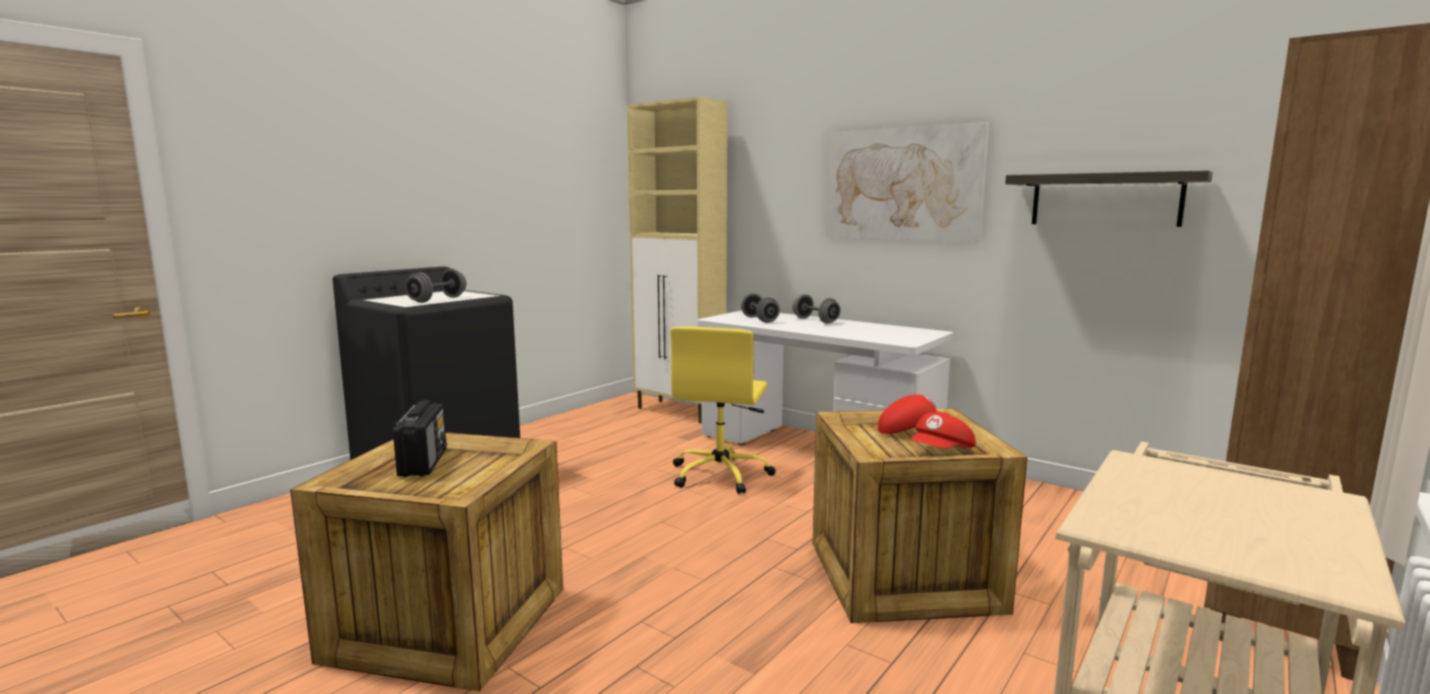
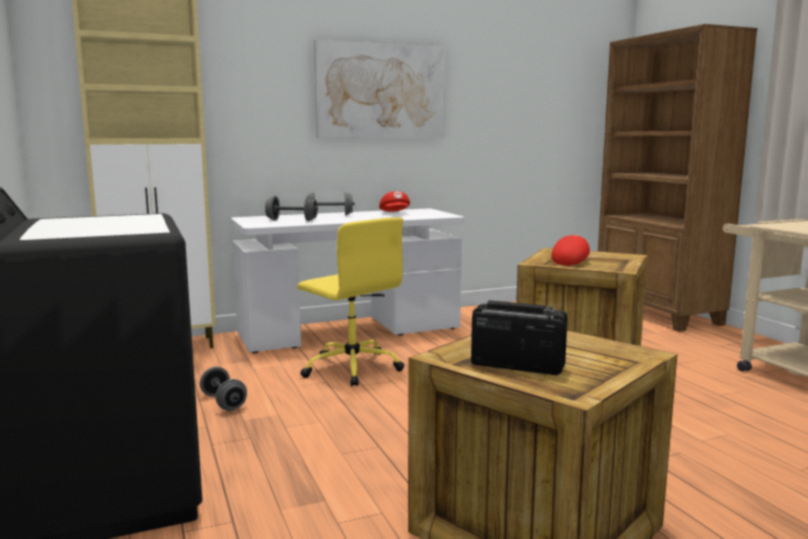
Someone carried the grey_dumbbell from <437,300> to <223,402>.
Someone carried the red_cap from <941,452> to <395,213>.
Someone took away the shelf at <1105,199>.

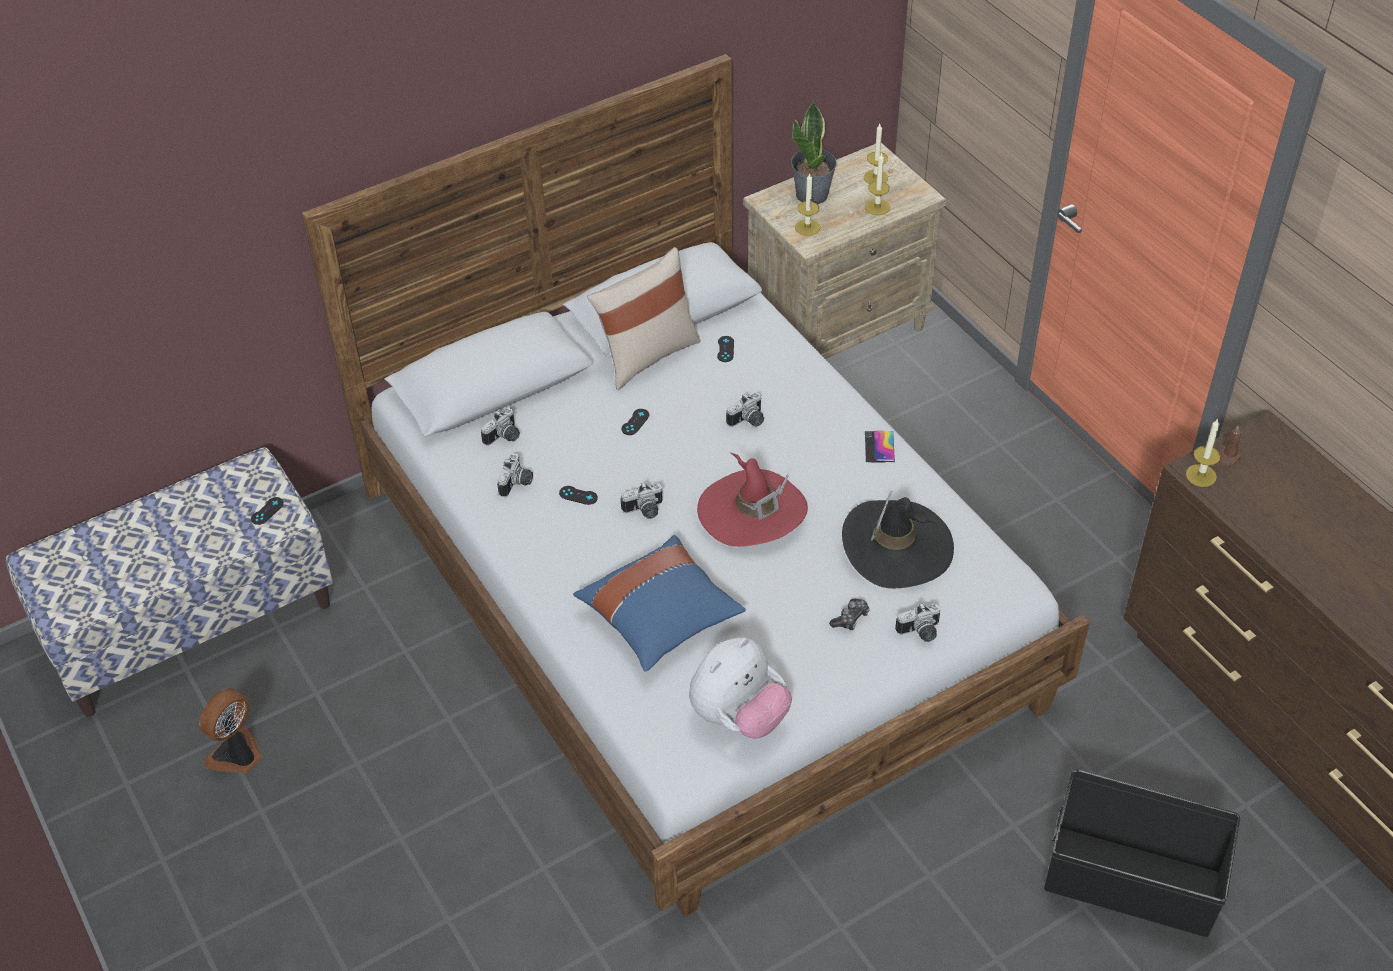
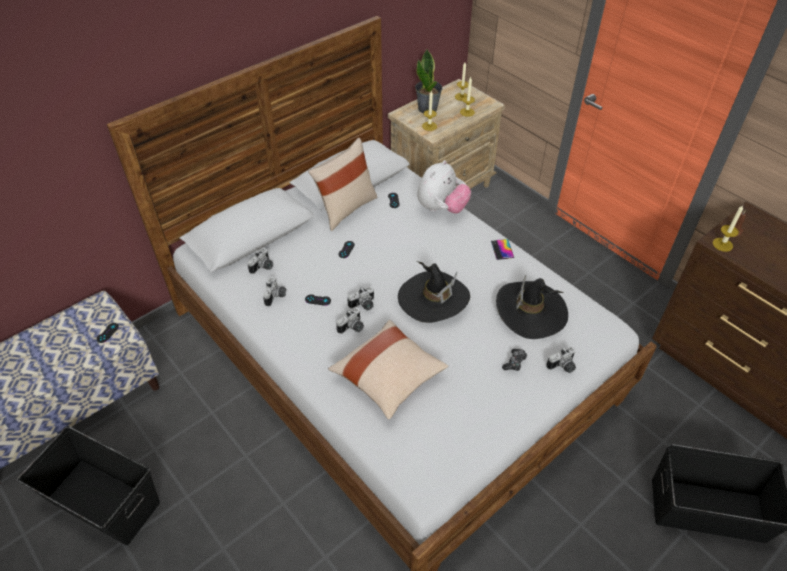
Someone swapped the fan at <238,755> for the black_storage_box at <103,502>.
Someone repainted the blue_pillow at <660,618>, which became the beige_pillow at <388,377>.
Someone carried the plush_toy from <739,716> to <442,208>.
Someone repainted the red_hat at <752,512>, which became the black_hat at <433,299>.
Someone carried the photo_camera from <748,421> to <352,328>.

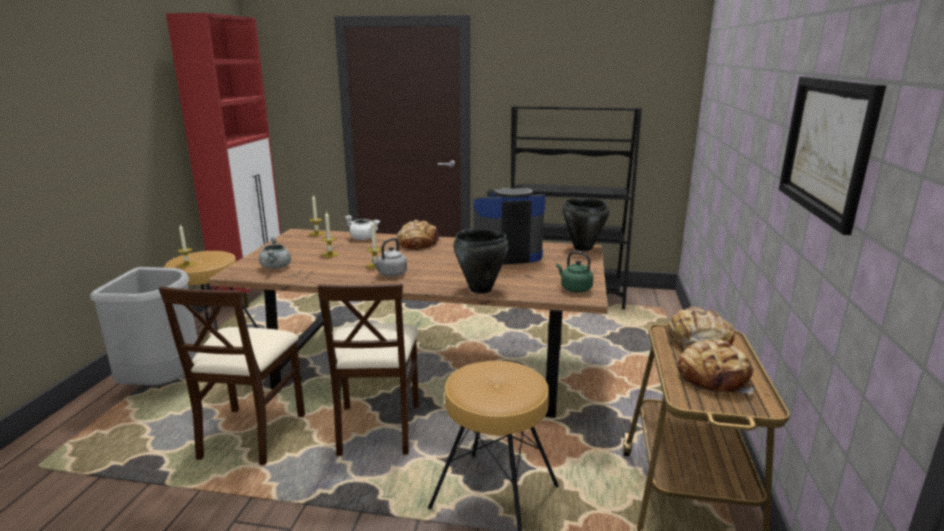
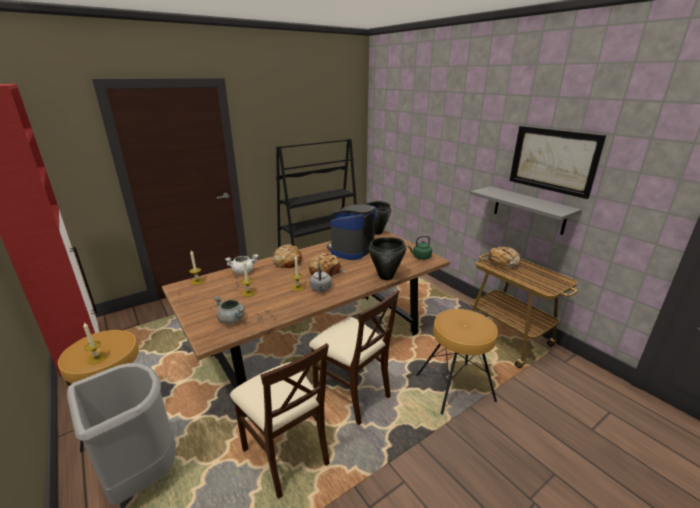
Someone carried the bread from <714,377> to <325,271>.
Someone put up the grey_shelf at <529,210>.

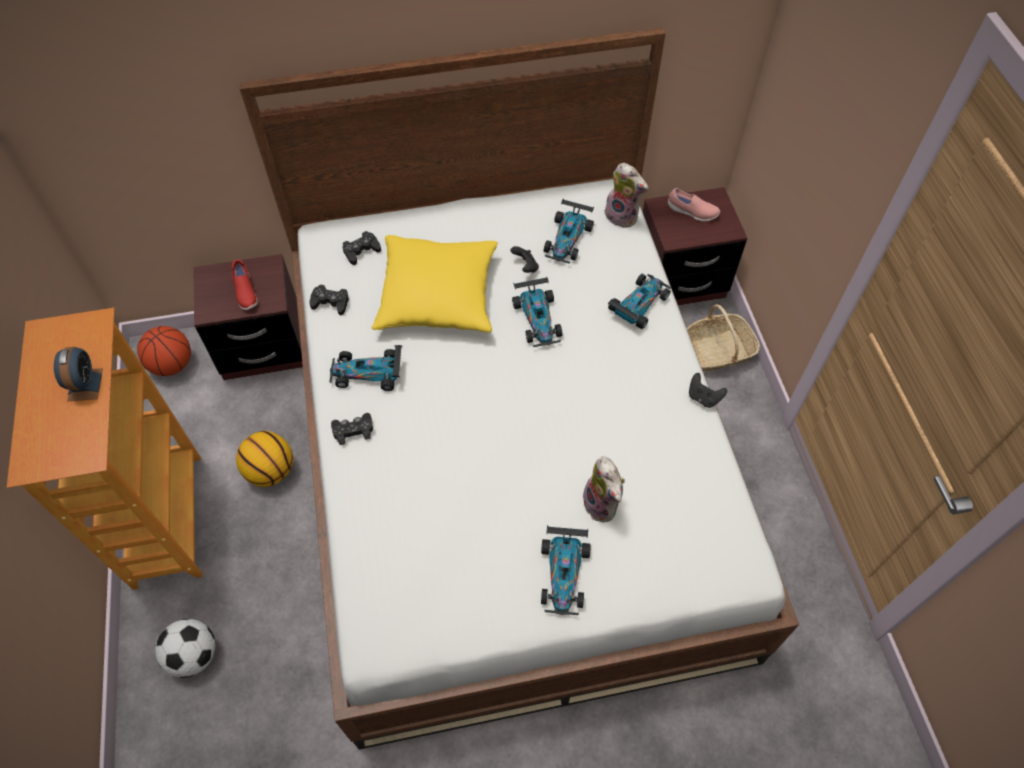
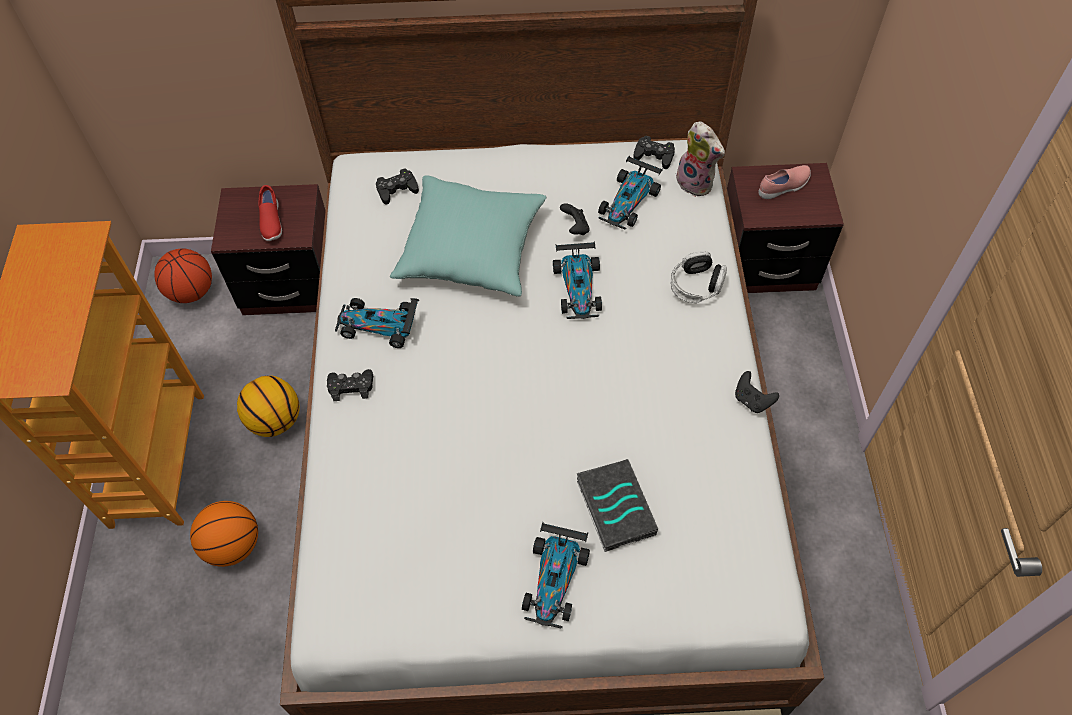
Someone took away the alarm_clock at <85,384>.
Someone took away the football at <194,655>.
Someone carried the black_game_controller from <330,303> to <654,156>.
Someone repainted the yellow_pillow at <438,296>, which became the turquoise_pillow at <471,249>.
Someone swapped the plush_toy at <603,504> for the book at <614,507>.
Someone swapped the toy_car at <638,304> for the headphones at <696,285>.
Someone rotated the pink_shoe at <692,212> by 60 degrees counterclockwise.
Someone took away the basket at <716,351>.
Someone put down the basketball at <233,545>.

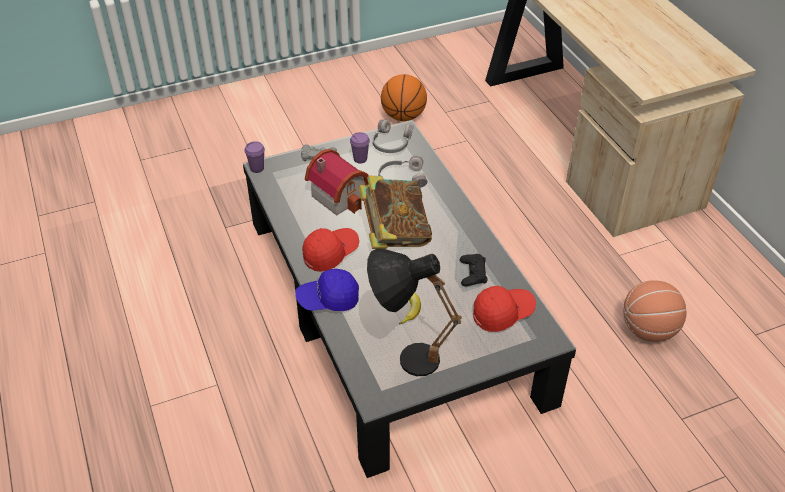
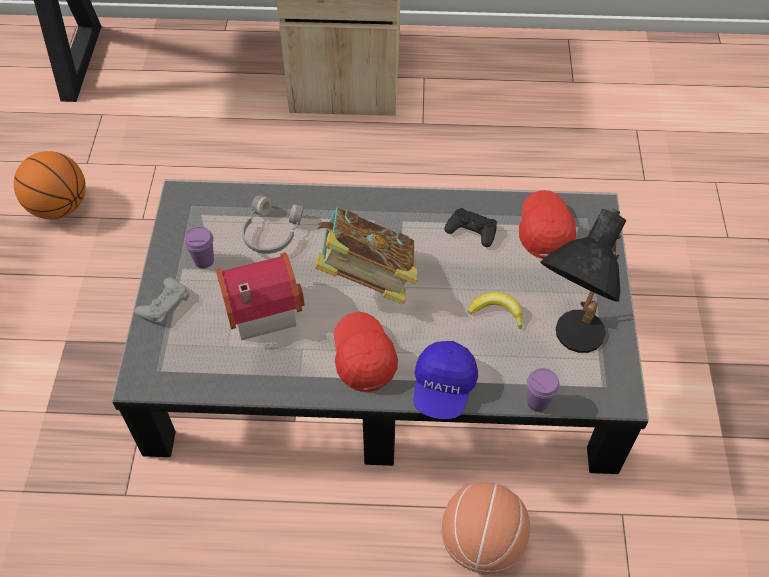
Someone carried the purple_cup from <257,168> to <537,402>.
Someone took away the grey_headphones at <391,143>.
Someone carried the basketball from <648,330> to <481,543>.

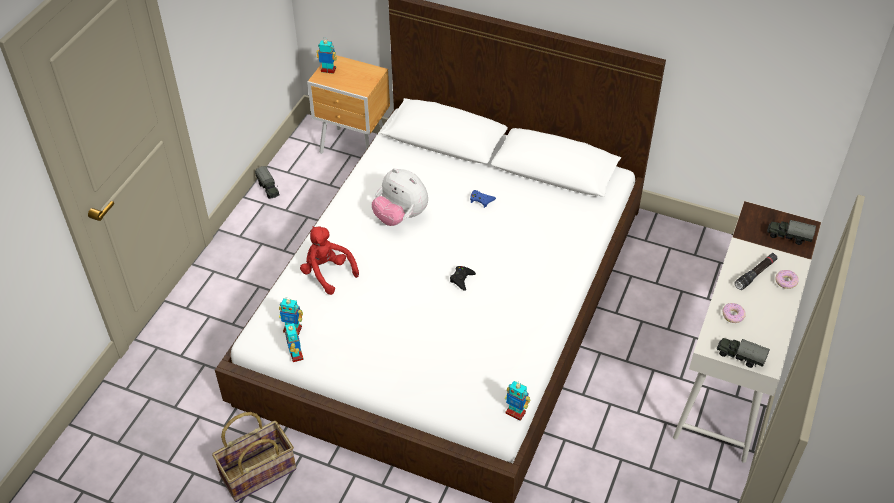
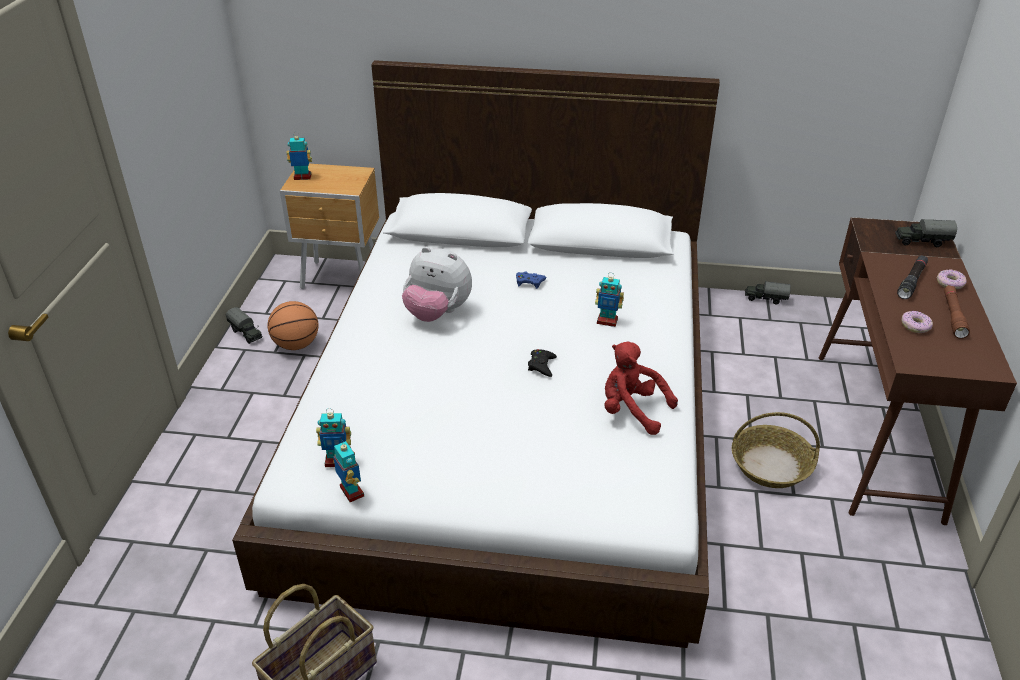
Someone carried the red_plush_toy from <327,273> to <632,410>.
Someone carried the toy_robot from <515,412> to <607,321>.
Someone repainted the white_desk at <731,376>, which became the brown_desk at <876,433>.
Someone carried the toy_truck from <740,357> to <765,299>.
Someone put down the basketball at <296,345>.
Someone put down the basket at <771,465>.
Someone put down the brown_flashlight at <953,316>.

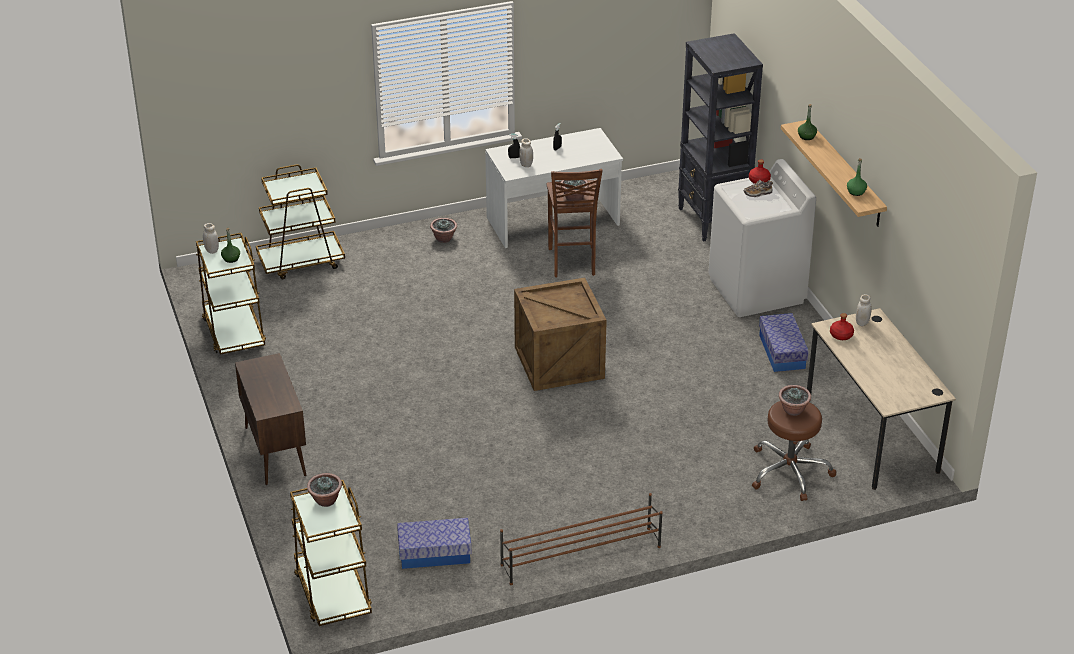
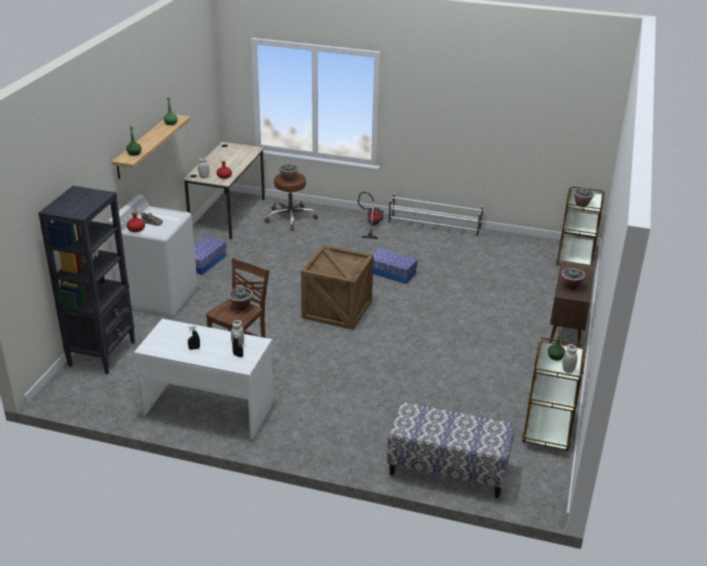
Someone swapped the brown_cart at <301,262> for the bench at <447,470>.
Someone carried the storage_box from <435,553> to <391,273>.
Someone carried the potted_plant from <444,238> to <571,286>.
Someone repainted the brown_shoe_rack at <580,556>, which became the white_shoe_rack at <434,227>.
Someone put down the vacuum_cleaner at <371,225>.

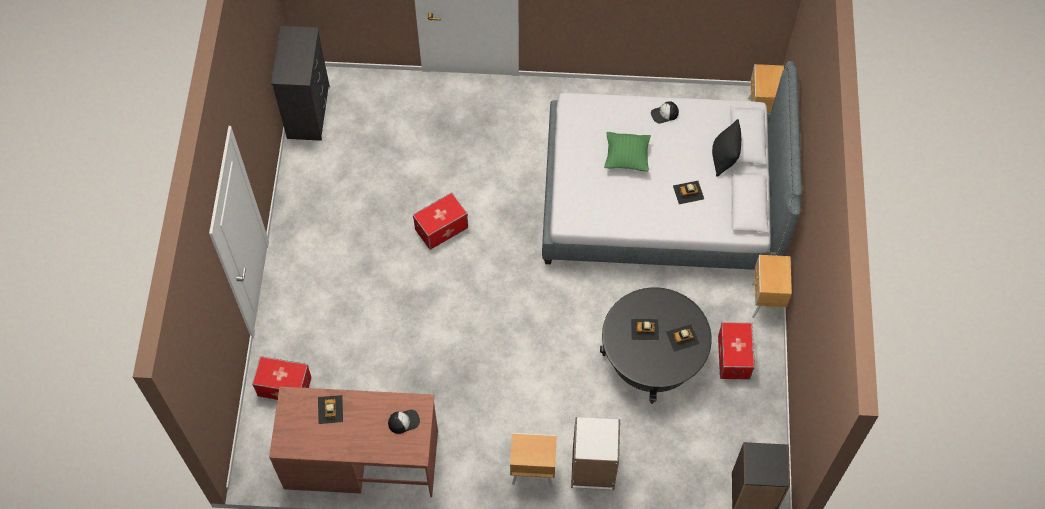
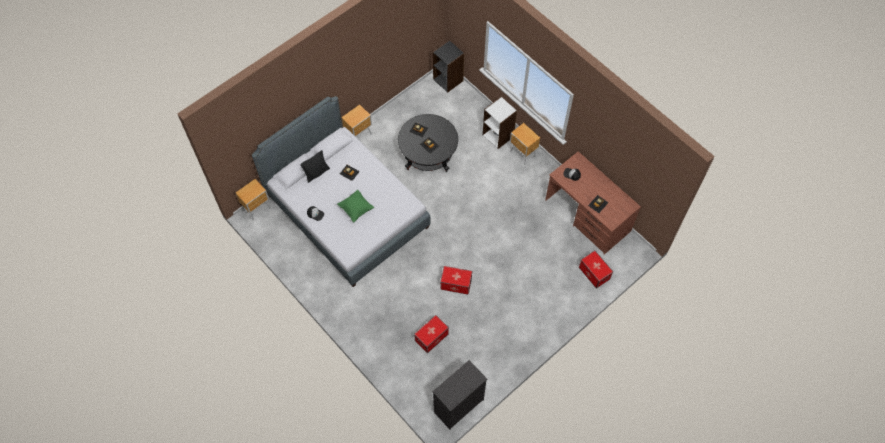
Someone carried the storage_box from <733,357> to <431,337>.

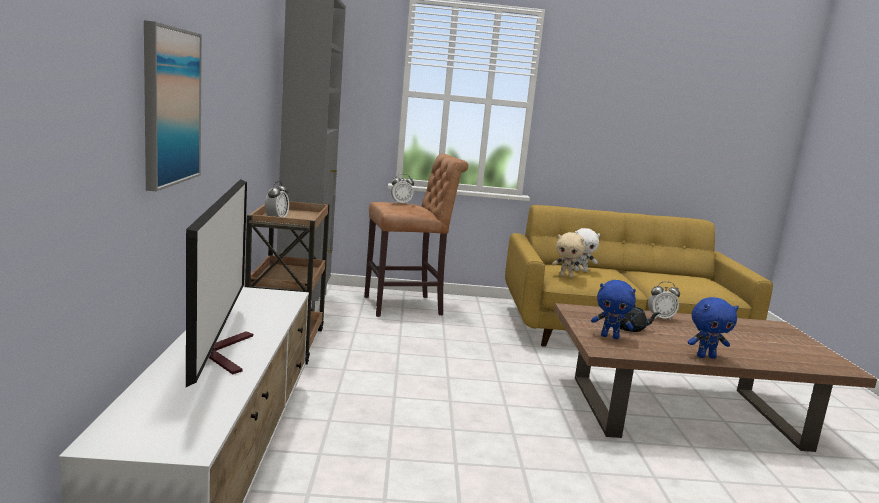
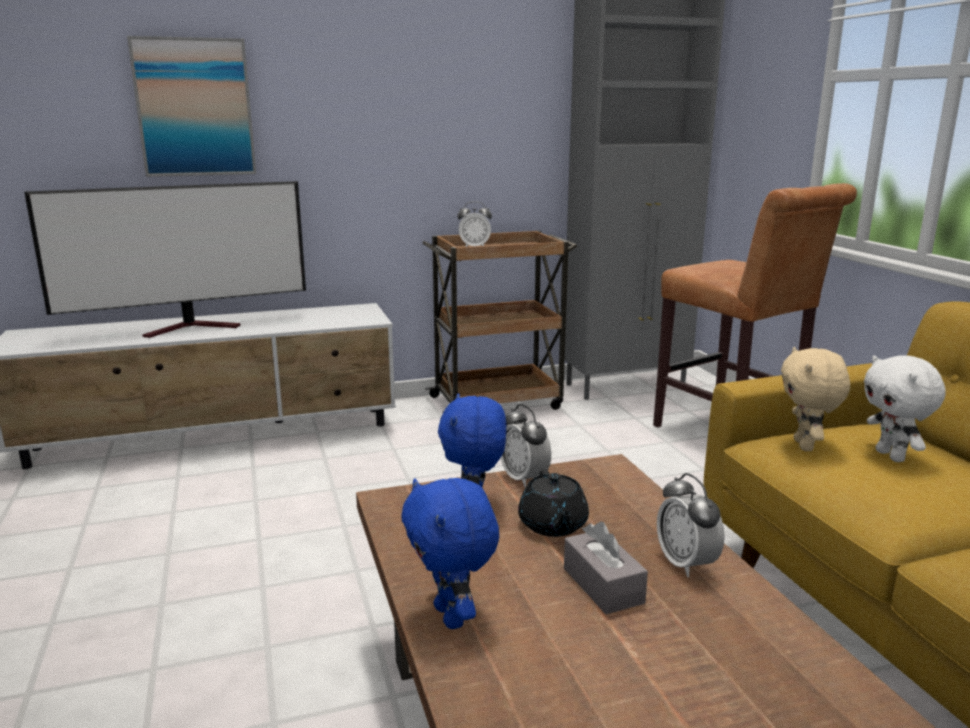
Someone carried the alarm_clock from <401,203> to <524,479>.
Someone put down the grey_tissue_box at <603,585>.

